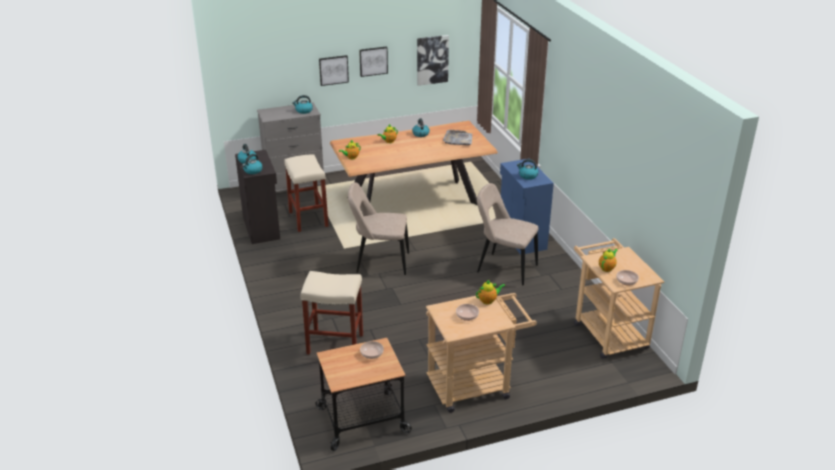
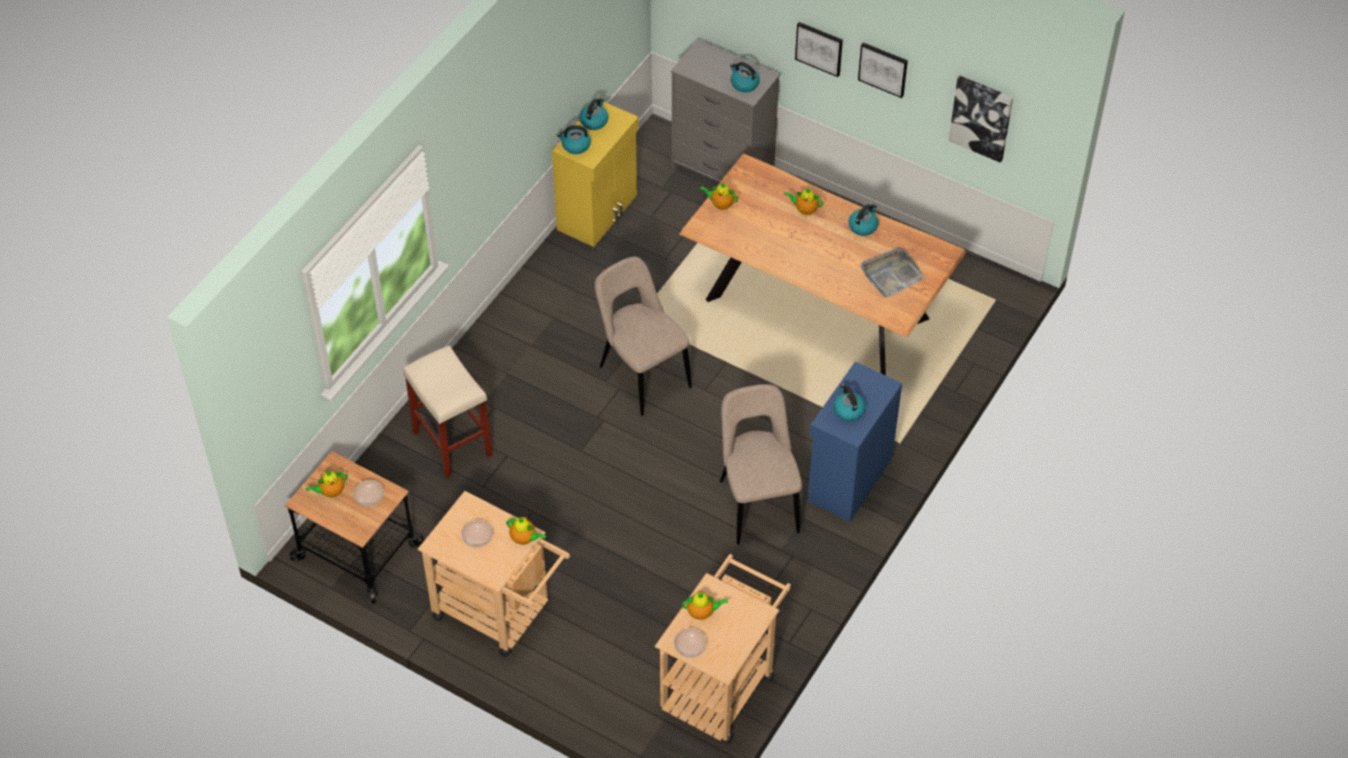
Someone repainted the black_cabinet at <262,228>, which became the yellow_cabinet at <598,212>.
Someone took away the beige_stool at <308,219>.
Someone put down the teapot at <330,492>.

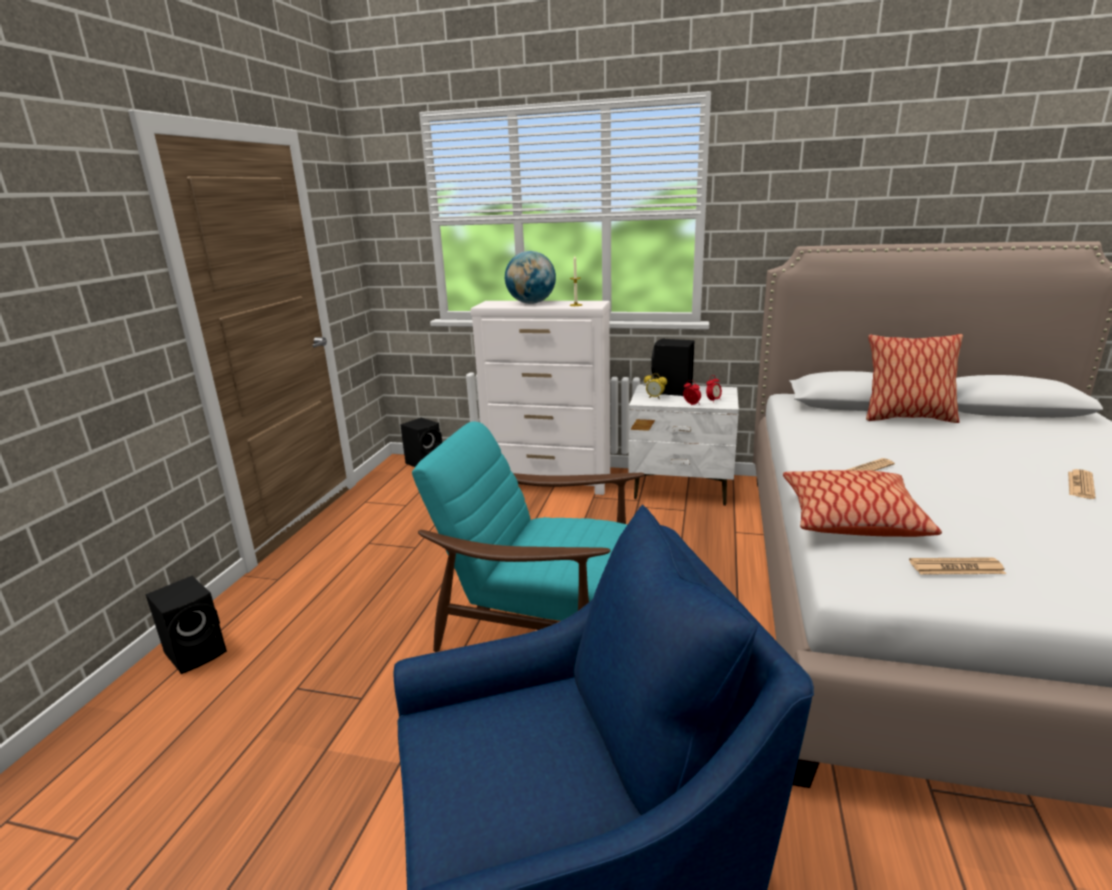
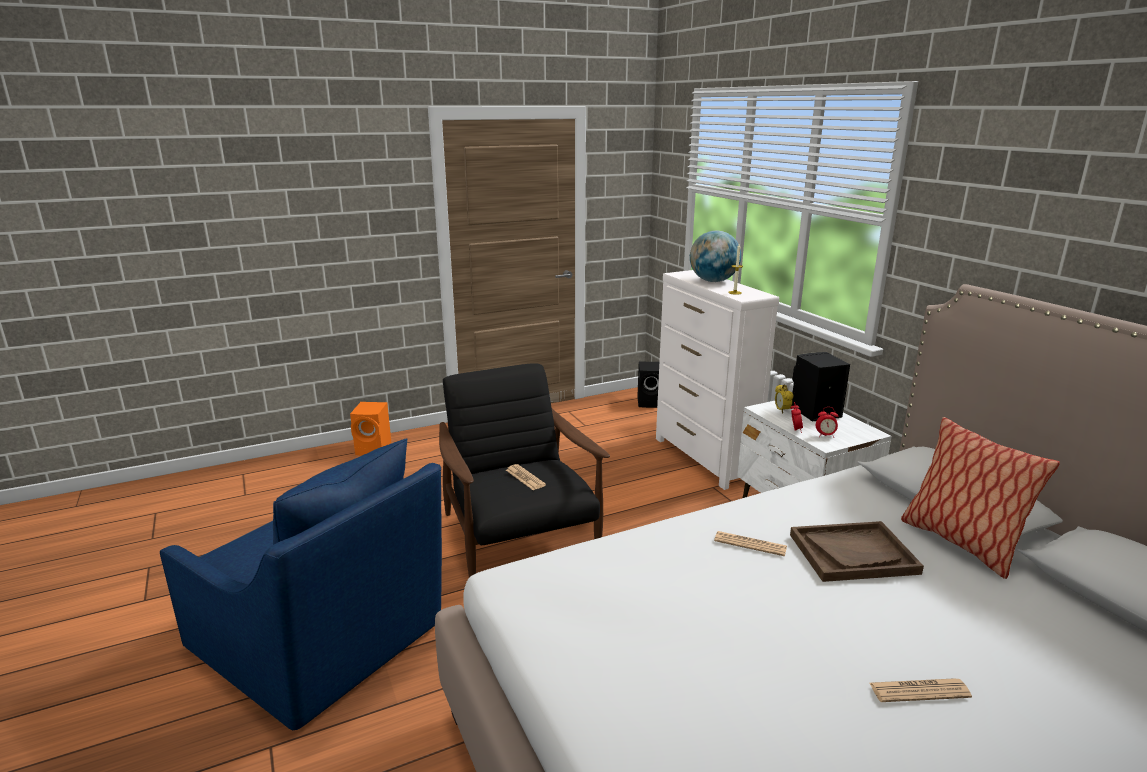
Someone repainted the black_speaker at <198,652>, which became the orange_speaker at <374,449>.
Someone repainted the turquoise_armchair at <541,619>, which became the black_armchair at <519,537>.
Someone took away the pillow at <851,518>.
Someone carried the newspaper from <956,567> to <525,478>.
Someone put down the brown_tray at <853,553>.

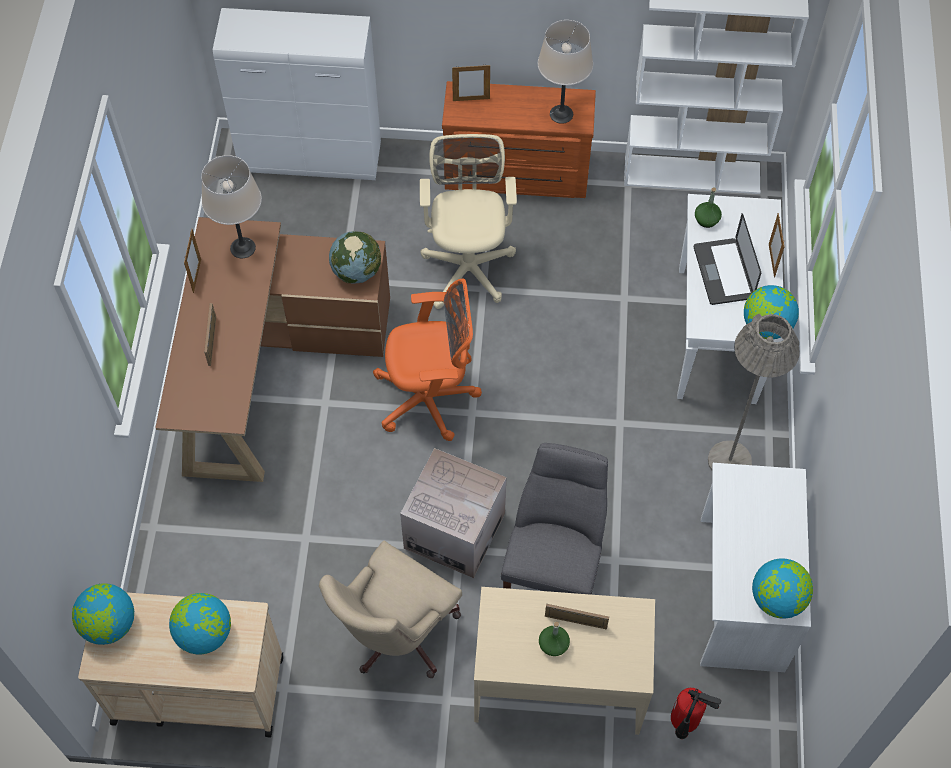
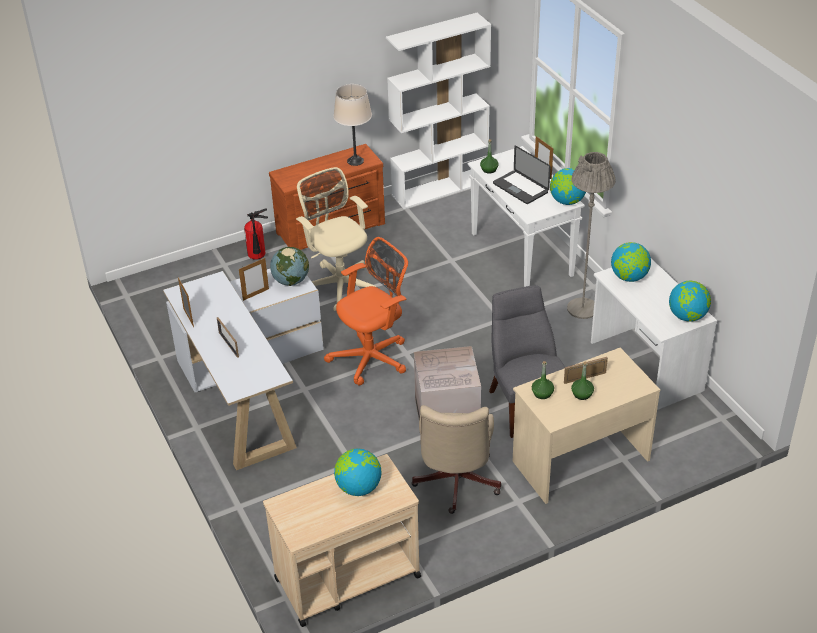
Someone carried the globe from <109,624> to <629,277>.
Someone repainted the brown_desk at <268,367>, which became the white_desk at <248,388>.
Someone took away the beige_table_lamp at <243,248>.
Someone took away the white_cabinet at <312,158>.
Someone carried the picture_frame from <471,99> to <256,294>.
Someone carried the fire_extinguisher from <684,724> to <258,257>.
Someone put down the green_bottle at <542,393>.

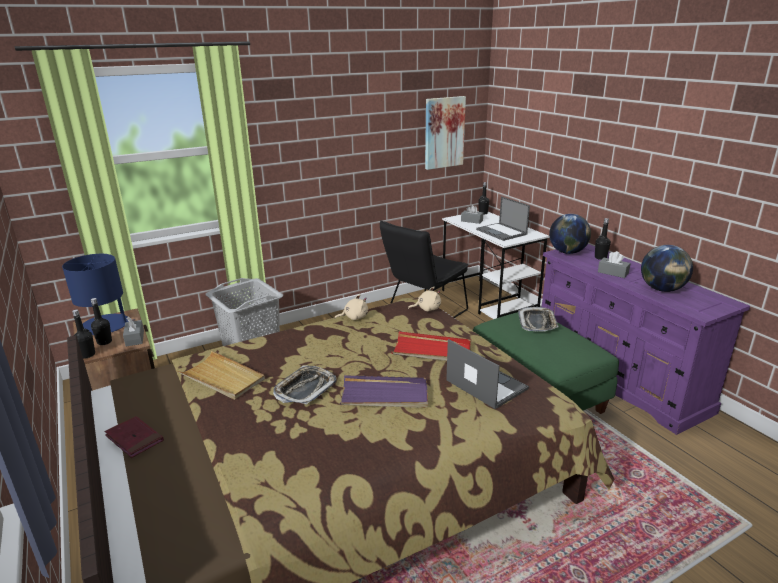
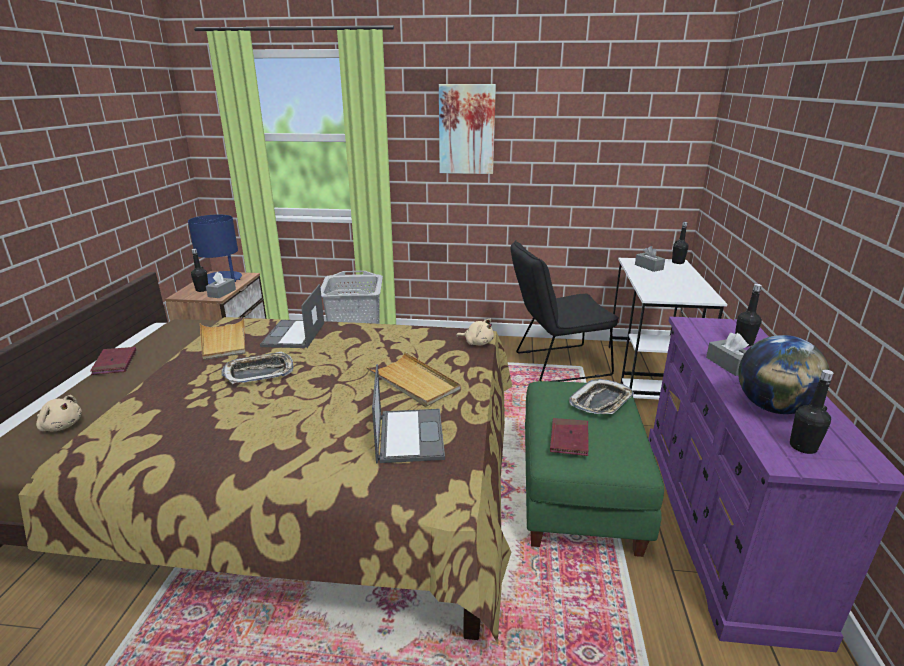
Someone carried the black_bottle from <87,355> to <803,447>.
Someone carried the beige_plush_toy from <354,317> to <61,426>.
Someone took away the purple_tray at <384,395>.
Someone repainted the red_tray at <432,350>, which became the beige_tray at <413,382>.
Someone carried the picture from <444,132> to <466,129>.
Someone carried the laptop from <502,232> to <294,335>.
Someone took away the globe at <567,252>.
Someone put down the red_book at <569,439>.

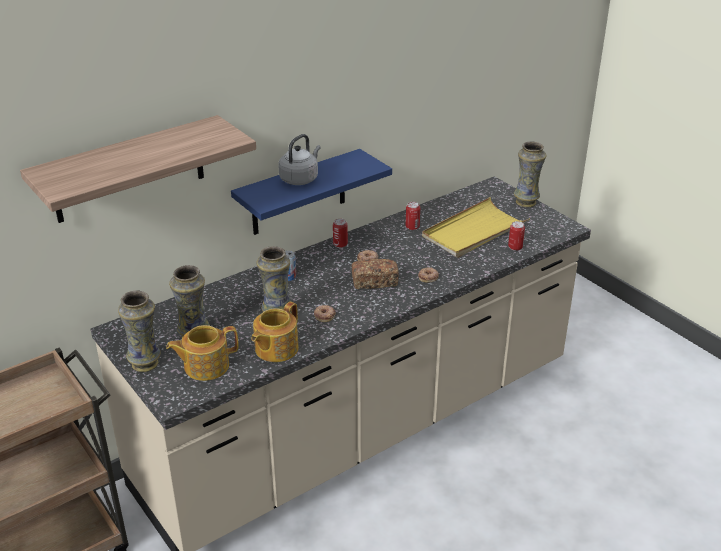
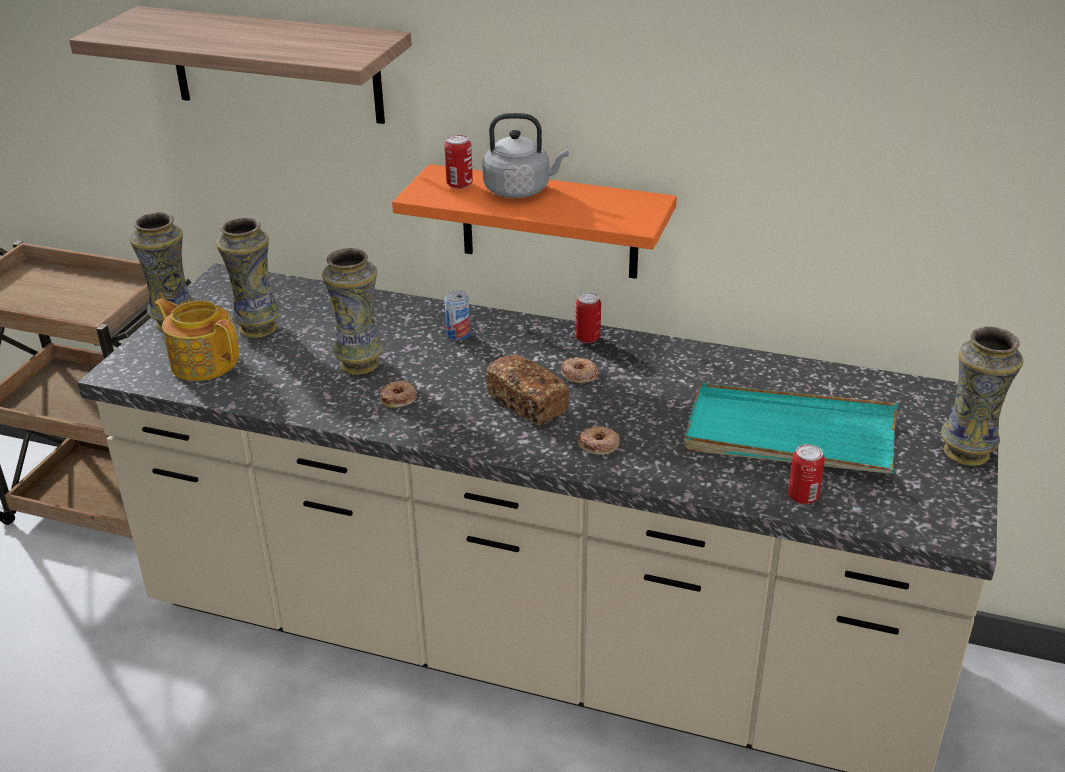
Someone repainted the blue_shelf at <298,193>, which became the orange_shelf at <549,222>.
Someone took away the teapot at <275,349>.
Someone carried the can from <412,227> to <459,184>.
Someone repainted the yellow_tray at <474,231>, which became the turquoise_tray at <790,436>.

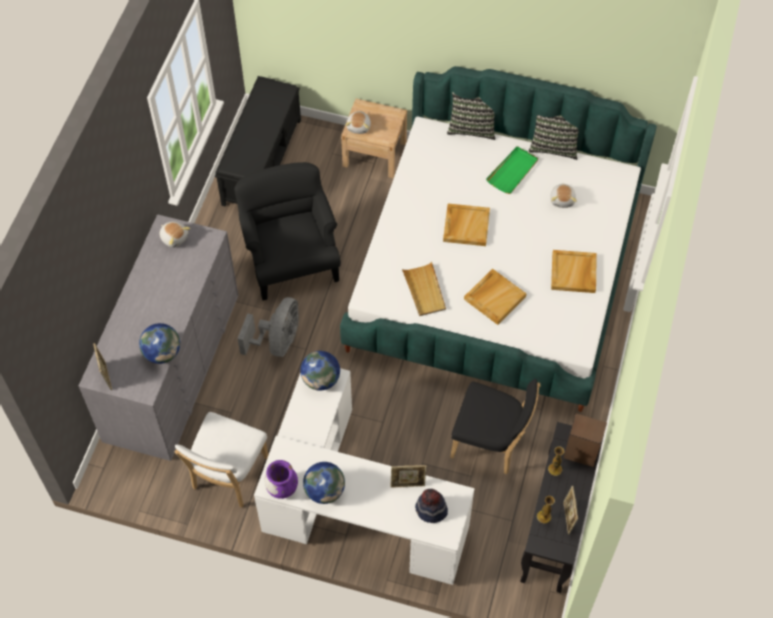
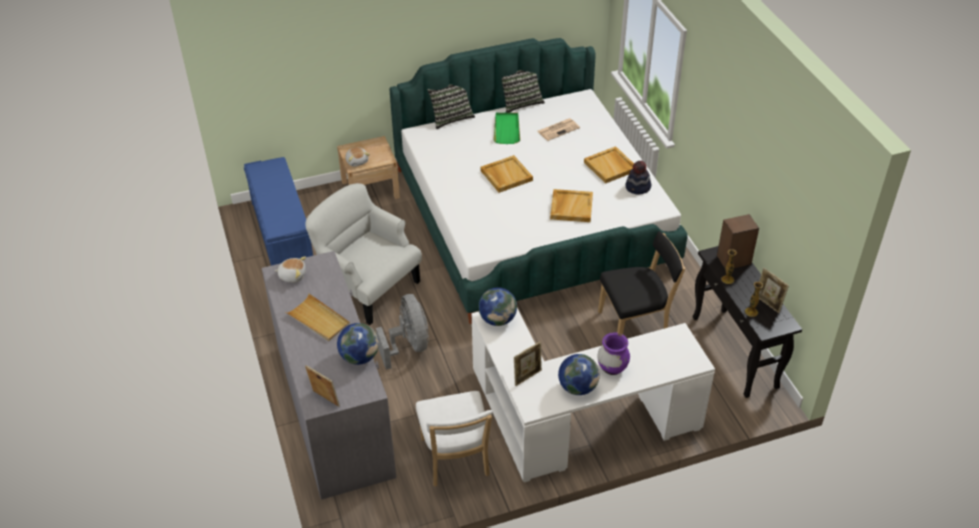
Someone repainted the black_bench at <262,161>, which became the blue_bench at <282,235>.
Someone repainted the black_armchair at <291,259>, which became the white_armchair at <367,286>.
Someone carried the purple_vase from <282,488> to <612,368>.
Someone carried the picture_frame from <408,484> to <527,377>.
Someone carried the beige_tray from <424,291> to <318,320>.
Someone carried the hat from <431,510> to <638,188>.
Someone swapped the plush_toy at <562,199> for the newspaper at <558,129>.

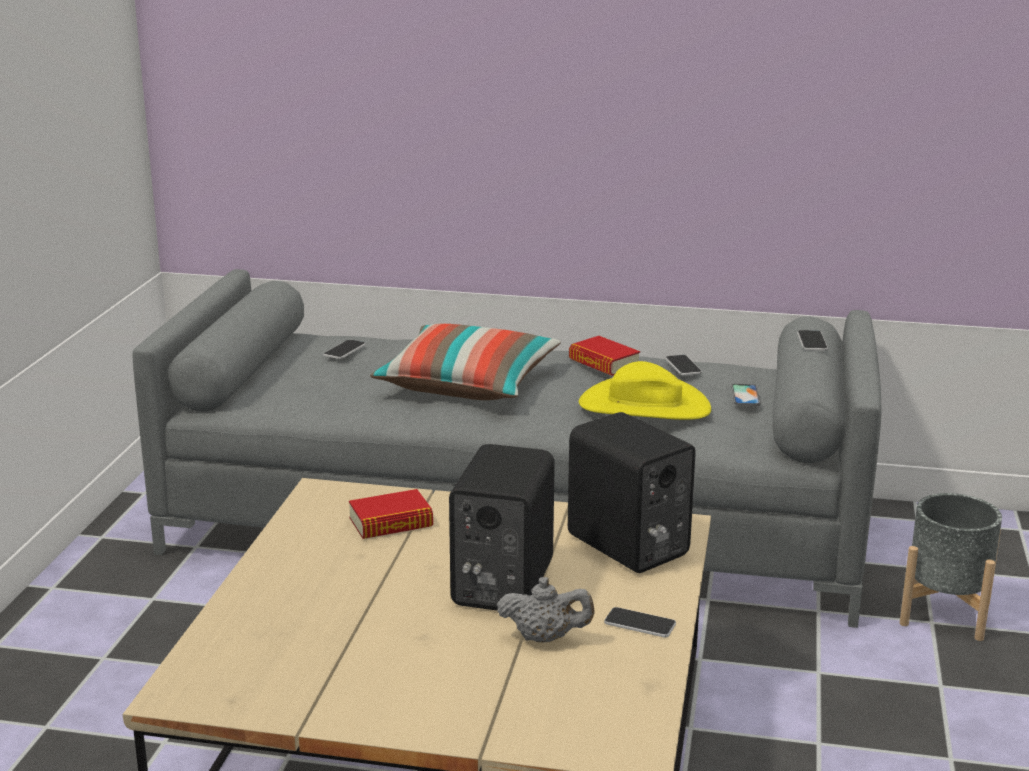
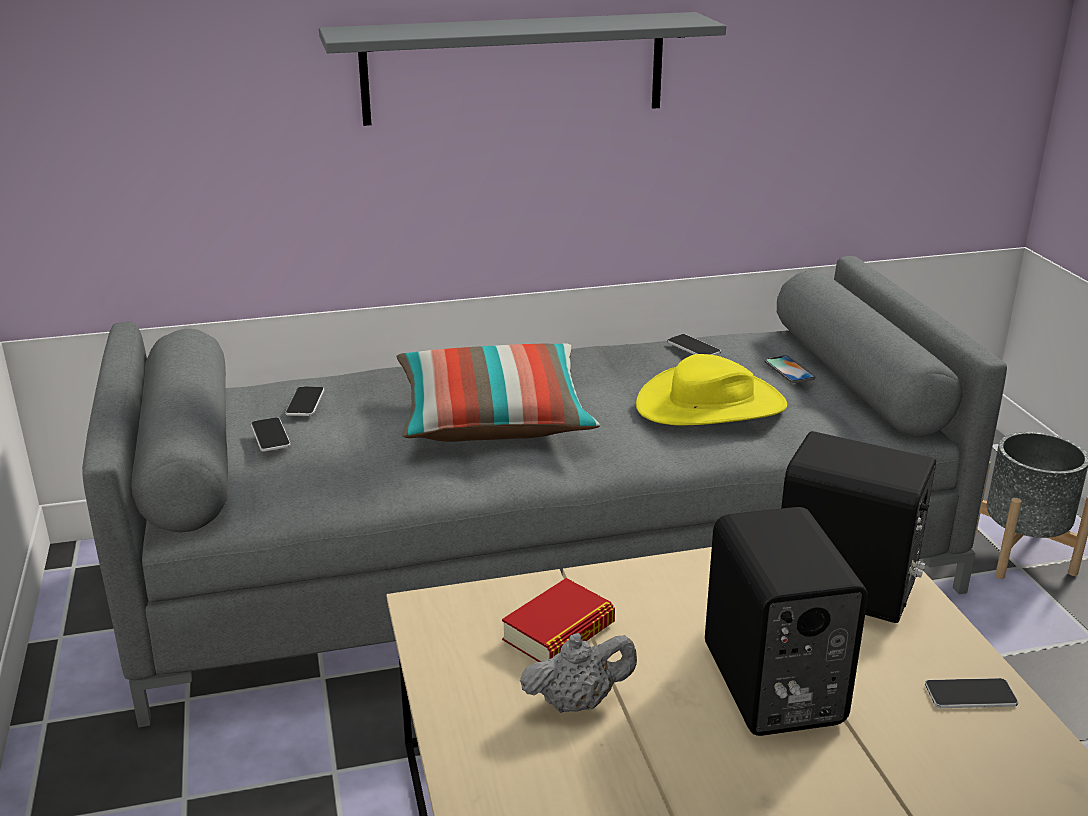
Someone carried the grey_teapot from <545,638> to <577,702>.
Someone took away the book at <603,363>.
Someone carried the phone from <812,342> to <270,436>.
Someone put up the grey_shelf at <514,68>.

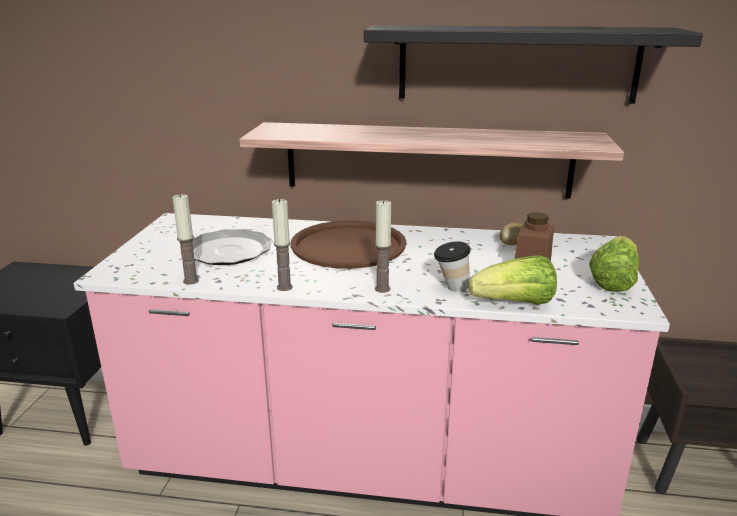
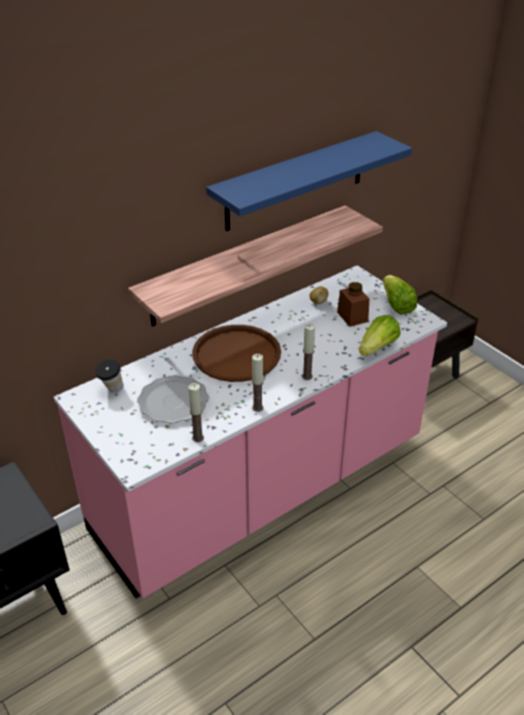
Someone repainted the black_shelf at <517,64>, which became the blue_shelf at <295,181>.
Someone carried the cup from <451,288> to <112,390>.

